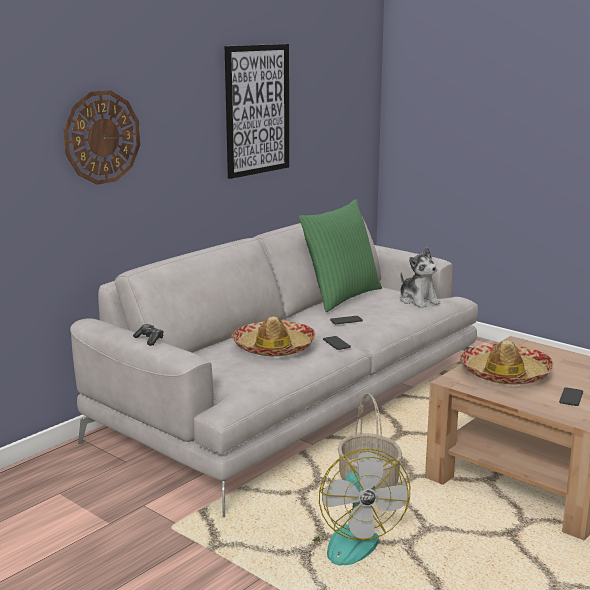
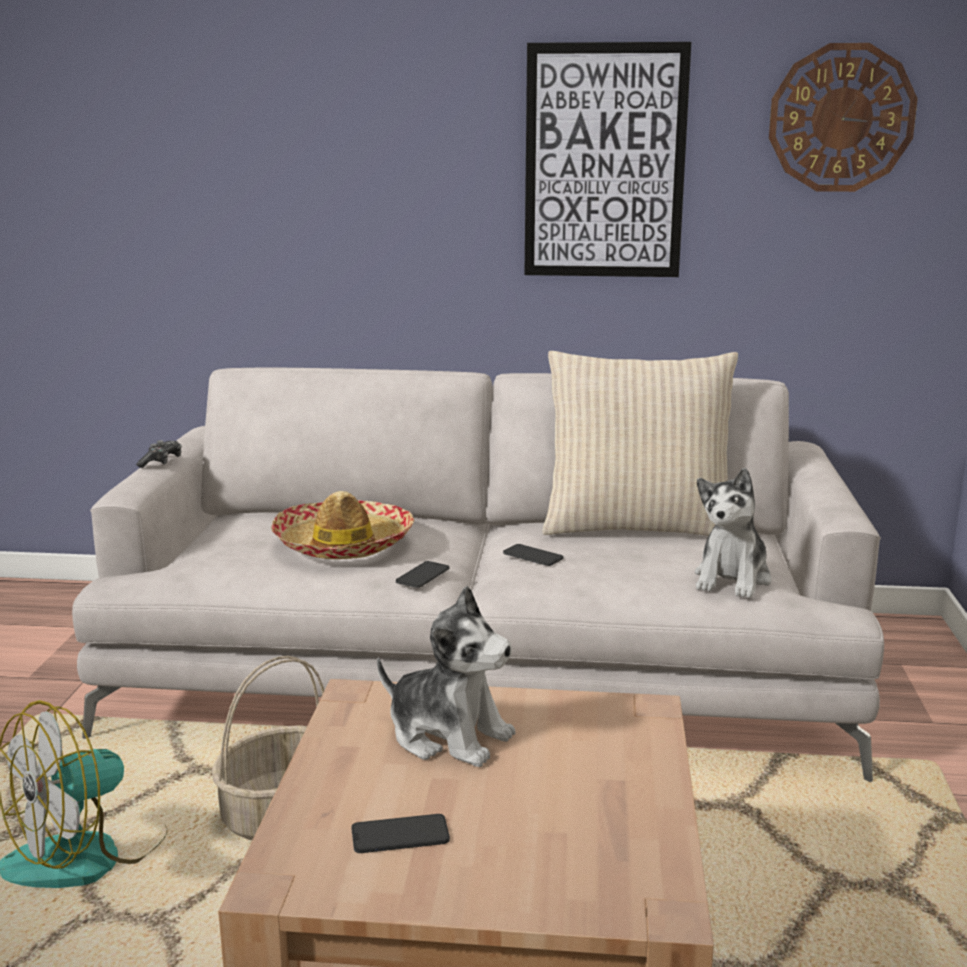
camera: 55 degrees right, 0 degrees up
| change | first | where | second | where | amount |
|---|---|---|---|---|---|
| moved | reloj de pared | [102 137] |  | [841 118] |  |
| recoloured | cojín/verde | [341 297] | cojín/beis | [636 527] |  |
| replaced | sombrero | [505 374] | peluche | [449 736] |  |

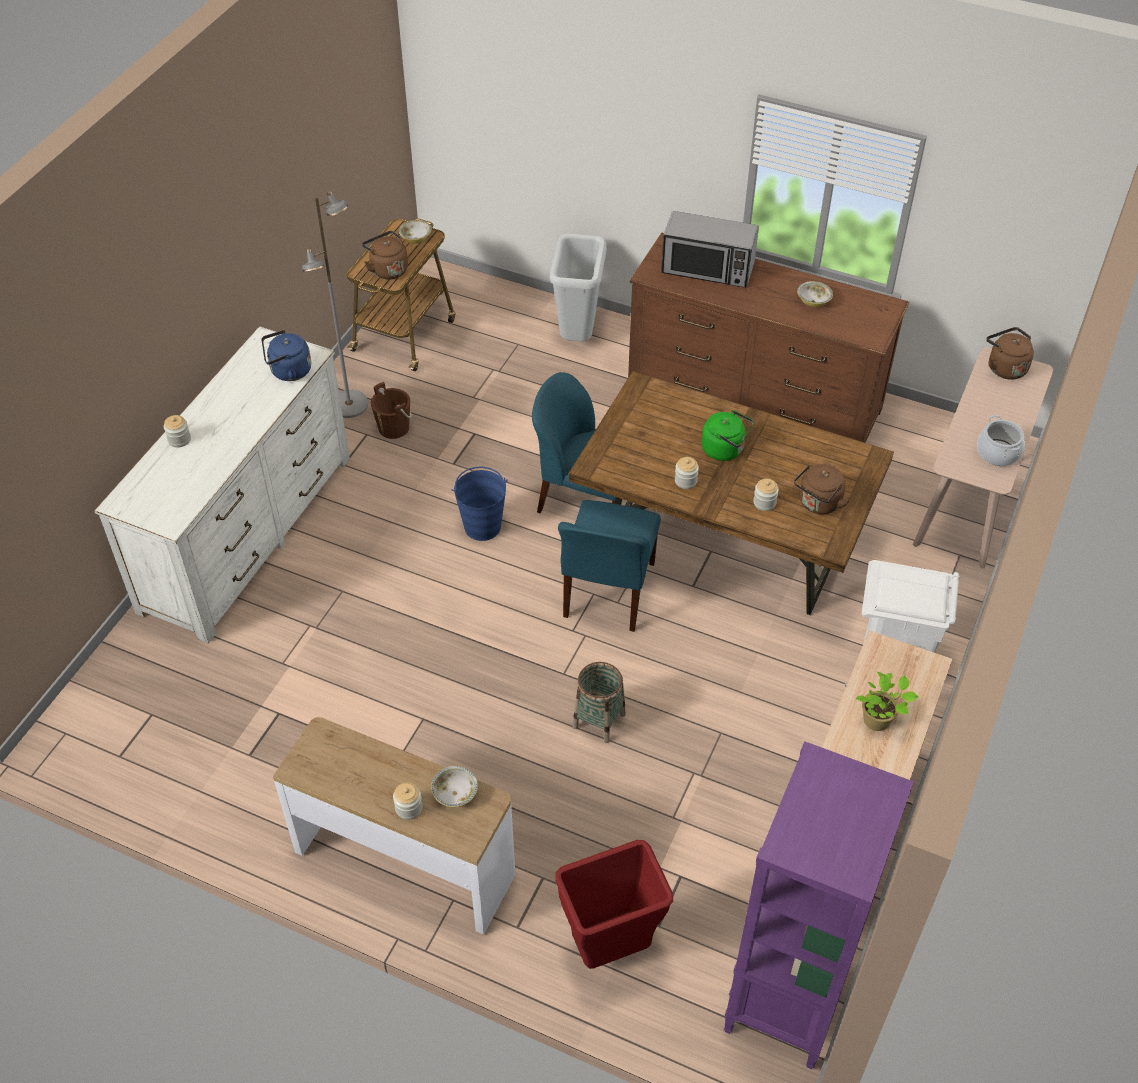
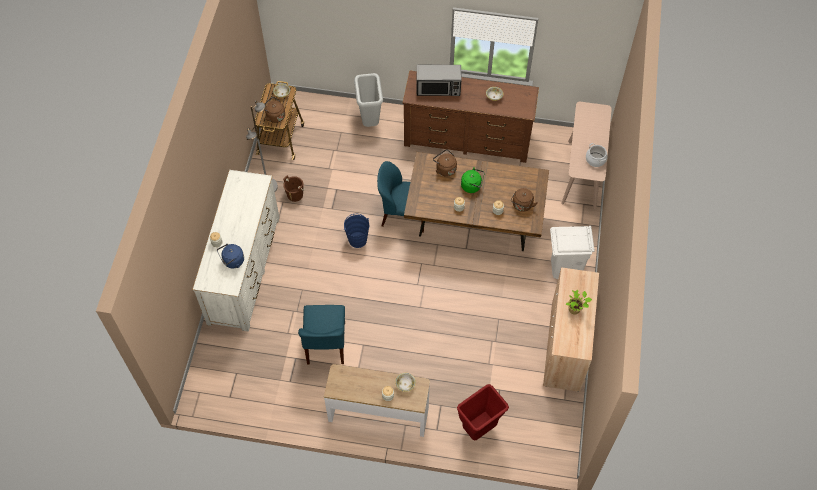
camera: 15 degrees left, 10 degrees up
| change | first | where | second | where | amount |
|---|---|---|---|---|---|
| moved | hervidor/azul | [288 371] |  | [232 261] |  |
| moved | silla/azul | [608 592] |  | [326 344] |  |
| removed | cesta | [598 720] |  |  |  |
| removed | estantería/morado | [786 999] |  |  |  |
| moved | hervidor/marrón | [1004 367] |  | [445 169] |  |

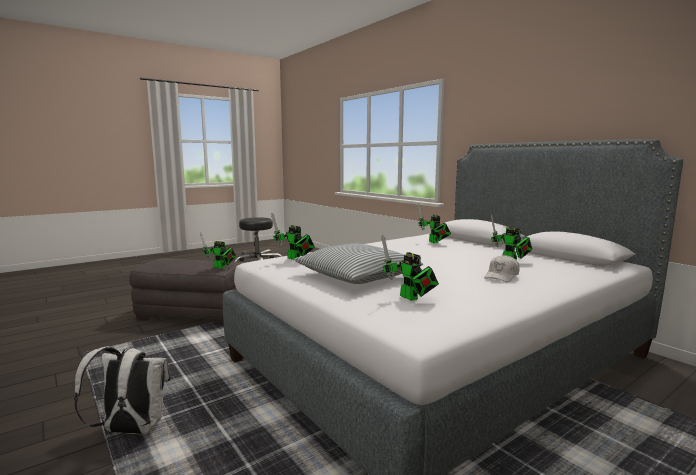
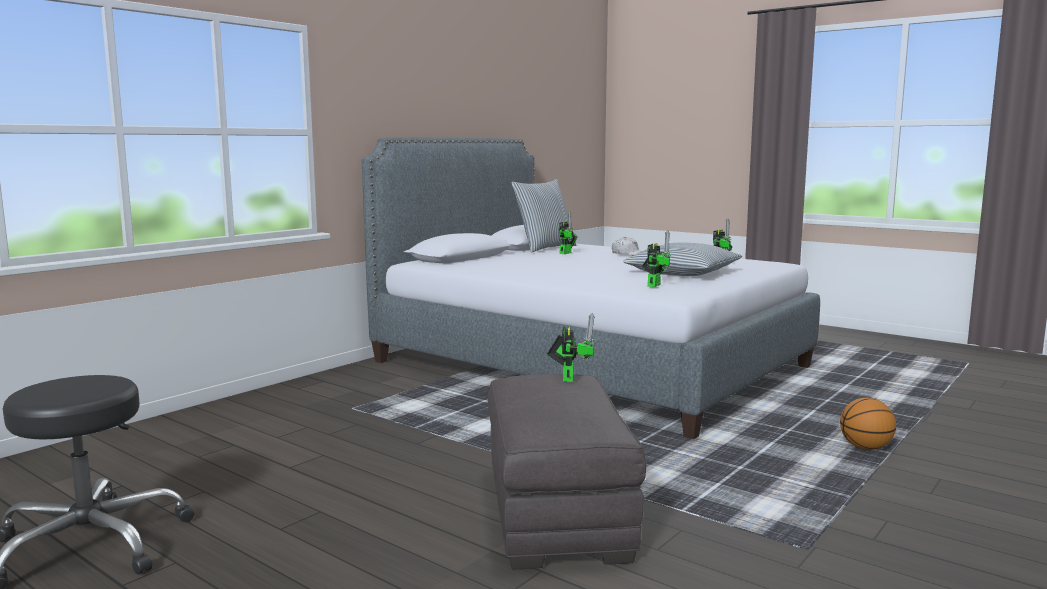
camera: 105 degrees left, 0 degrees up
| change | first | where | second | where | amount |
|---|---|---|---|---|---|
| replaced | mochila/blanco | [130 430] | balón de baloncesto | [866 448] |  |
| removed | robot de juguete | [434 242] |  |  |  |
| added |  |  | cojín | [544 248] |  |

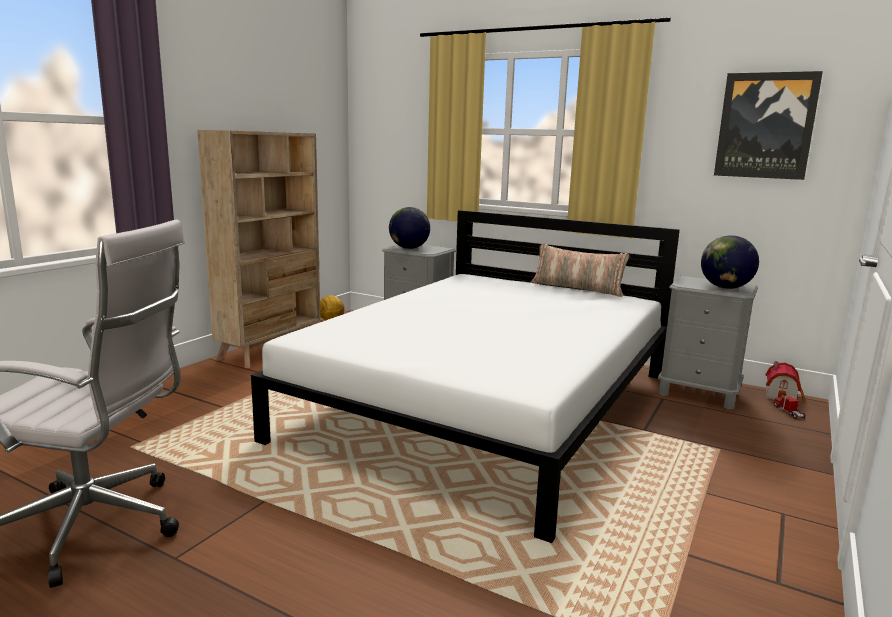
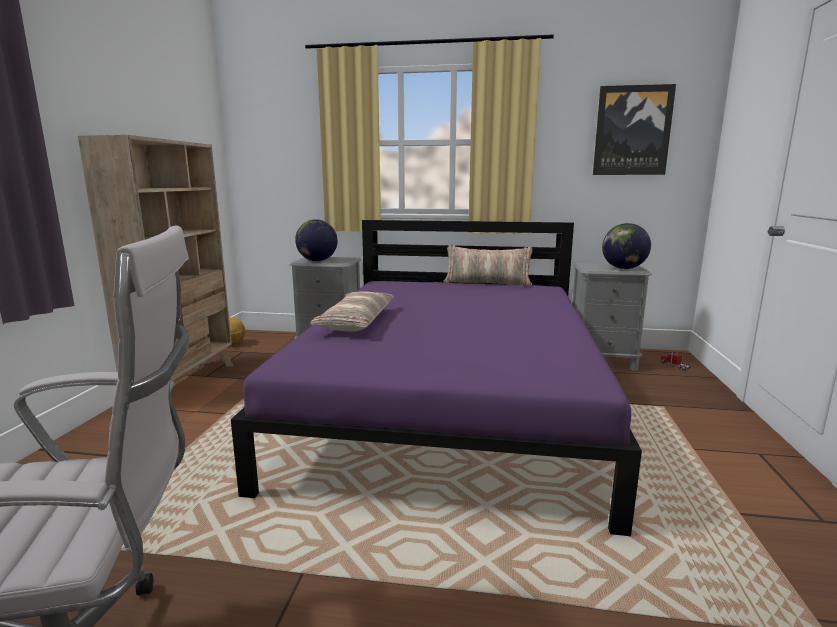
camera: 20 degrees left, 0 degrees up
| change | first | where | second | where | amount |
|---|---|---|---|---|---|
| recoloured | cama/blanco | [488 405] | cama/morado | [450 403] |  |
| removed | casita | [783 396] |  |  |  |
| added |  |  | cojín | [356 322] |  |

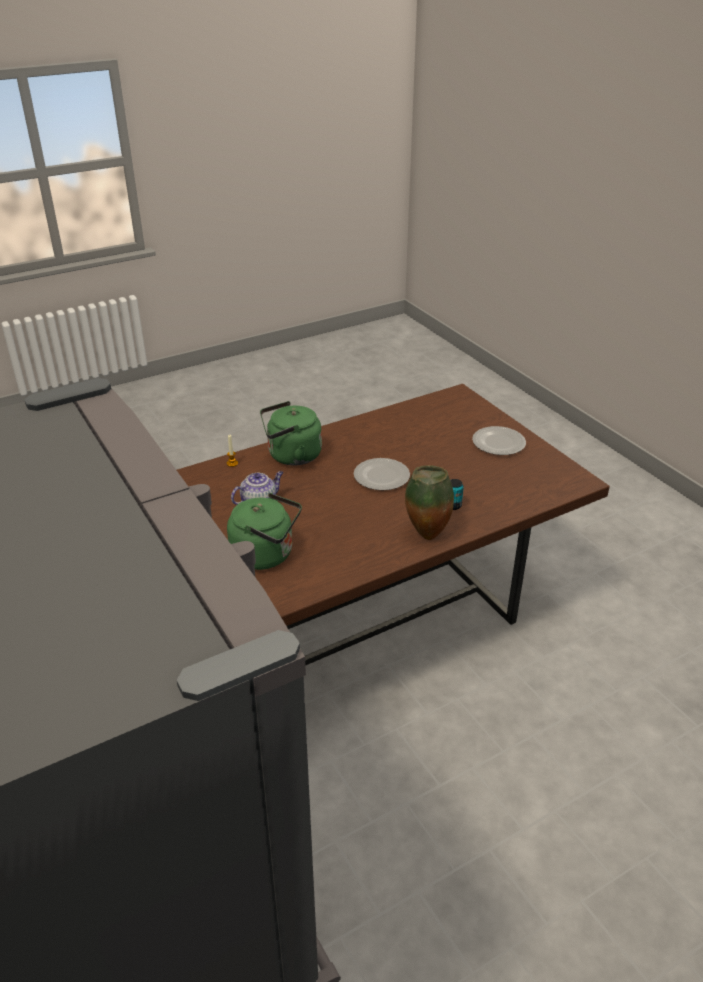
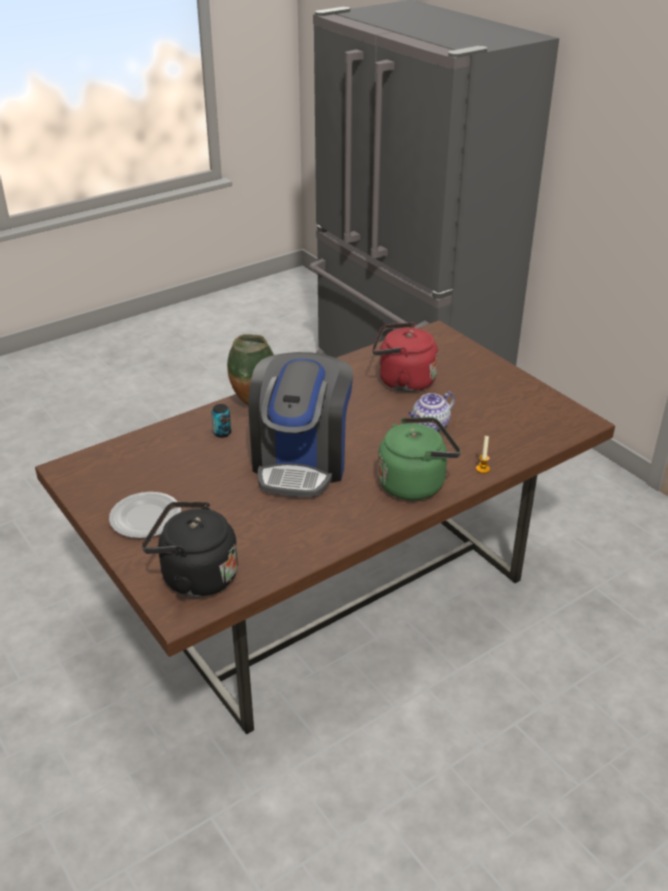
camera: 175 degrees right, 0 degrees up
| change | first | where | second | where | amount |
|---|---|---|---|---|---|
| recoloured | hervidor/verde | [266 555] | hervidor/rojo | [402 381] |  |
| replaced | plato | [381 476] | cafetera | [301 462] |  |
| added |  |  | hervidor/negro | [195 577] |  |

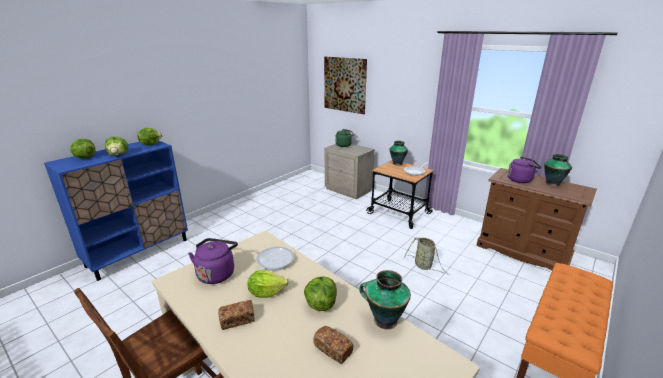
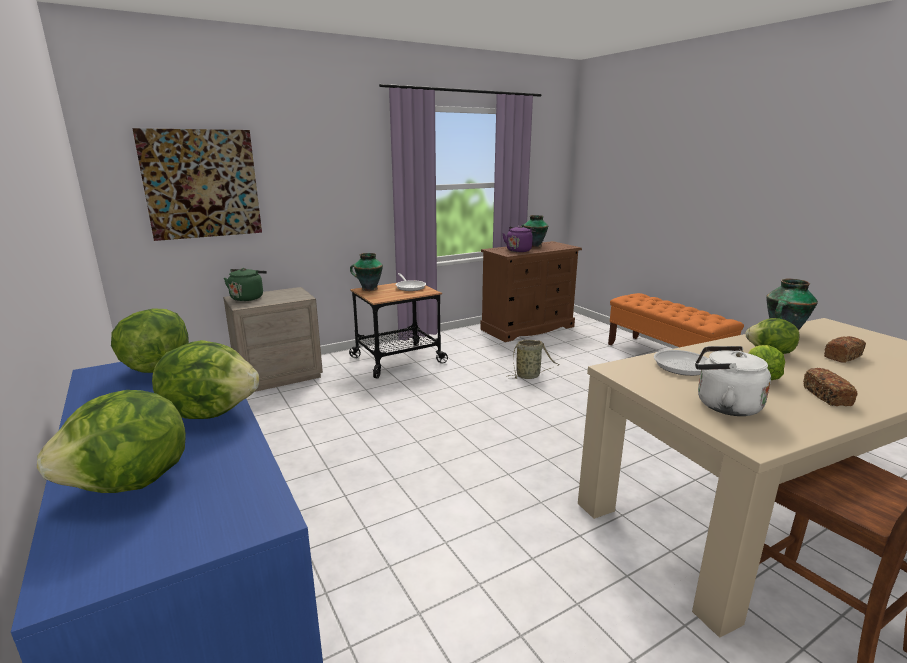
camera: 70 degrees left, 5 degrees down
| change | first | where | second | where | amount |
|---|---|---|---|---|---|
| recoloured | hervidor/morado | [217 273] | hervidor/blanco | [723 405] |  |

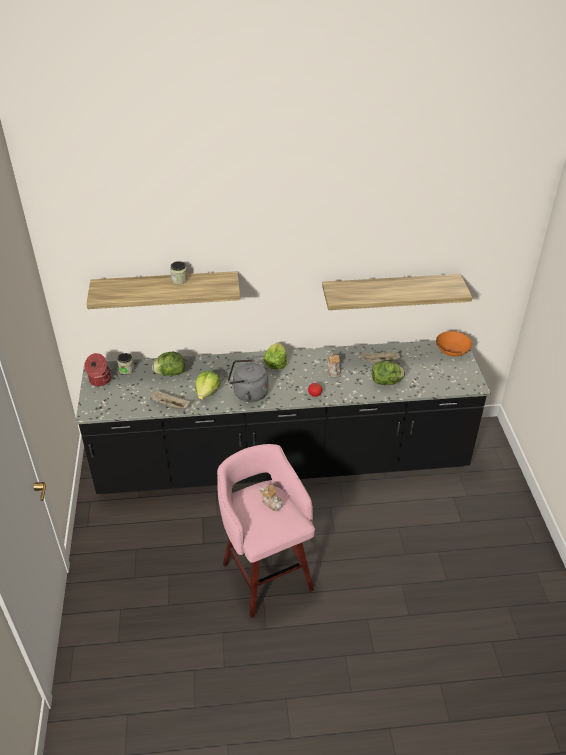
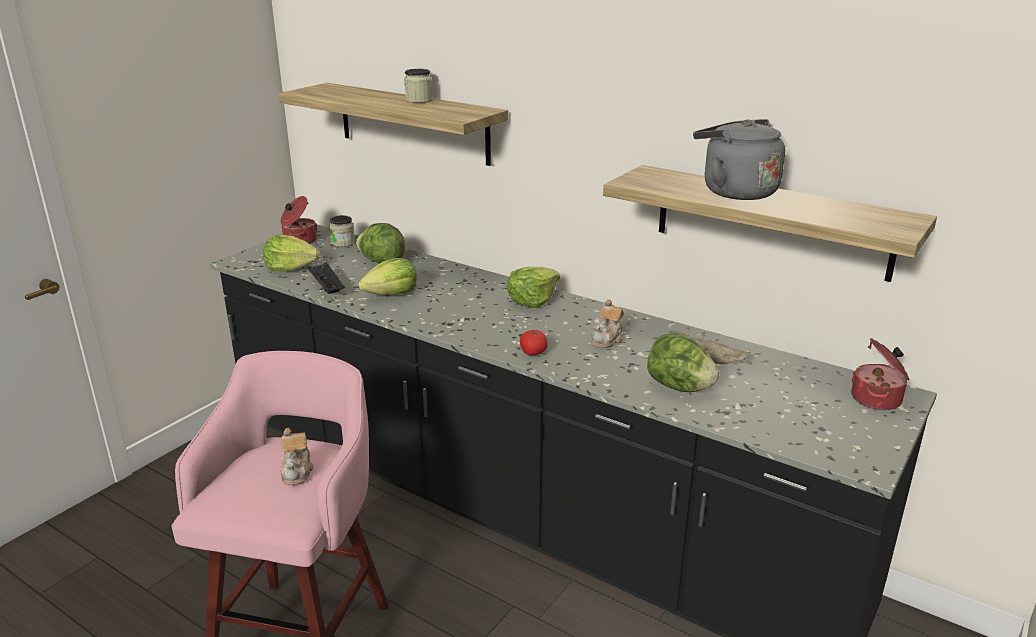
camera: 40 degrees right, 15 degrees down
| change | first | where | second | where | amount |
|---|---|---|---|---|---|
| recoloured | bandeja/beis | [169 405] | bandeja/negro | [326 288] |  |
| moved | hervidor/gris | [248 393] |  | [734 191] |  |
| replaced | cuenco/naranja | [452 352] | olla | [877 399] |  |
| added |  |  | lechuga | [291 267] |  |

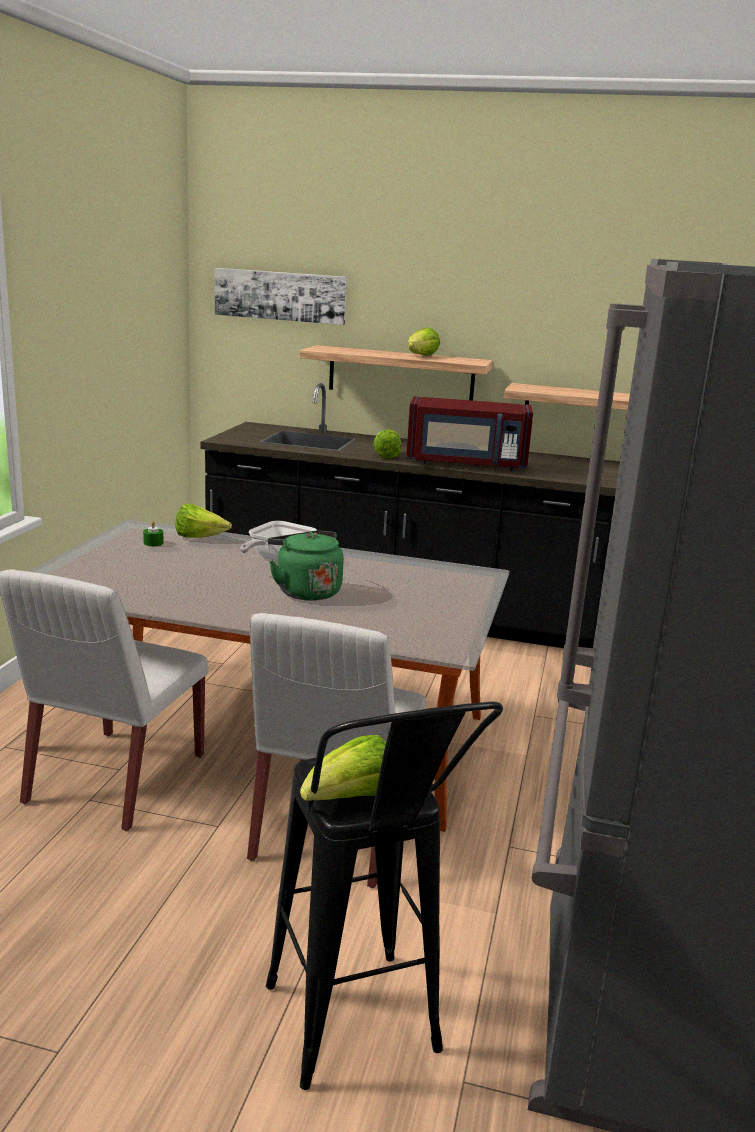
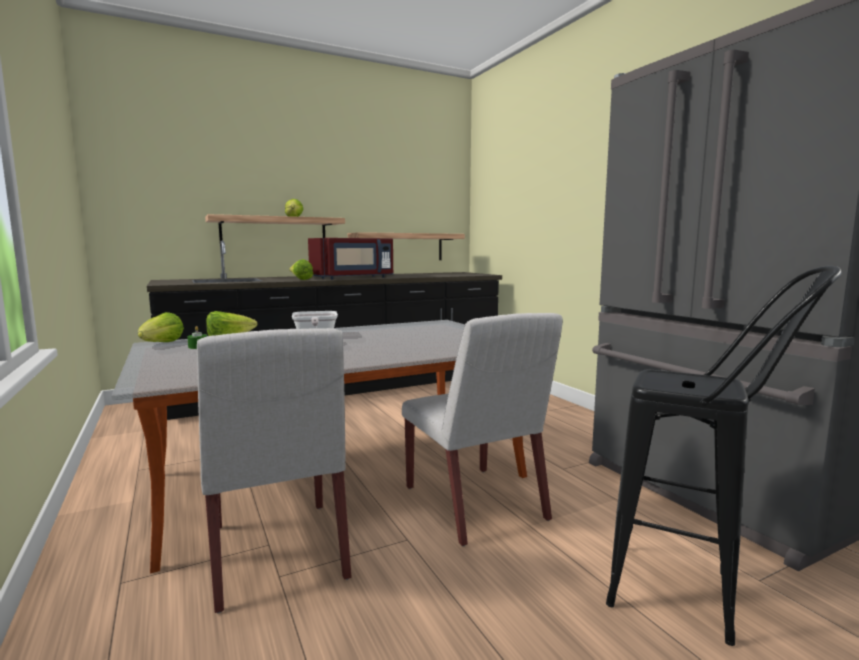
camera: 40 degrees left, 10 degrees down
| change | first | where | second | where | amount |
|---|---|---|---|---|---|
| removed | cuadro | [280 295] |  |  |  |
| removed | hervidor/verde | [305 591] |  |  |  |
| moved | lechuga | [350 800] |  | [161 344] |  |

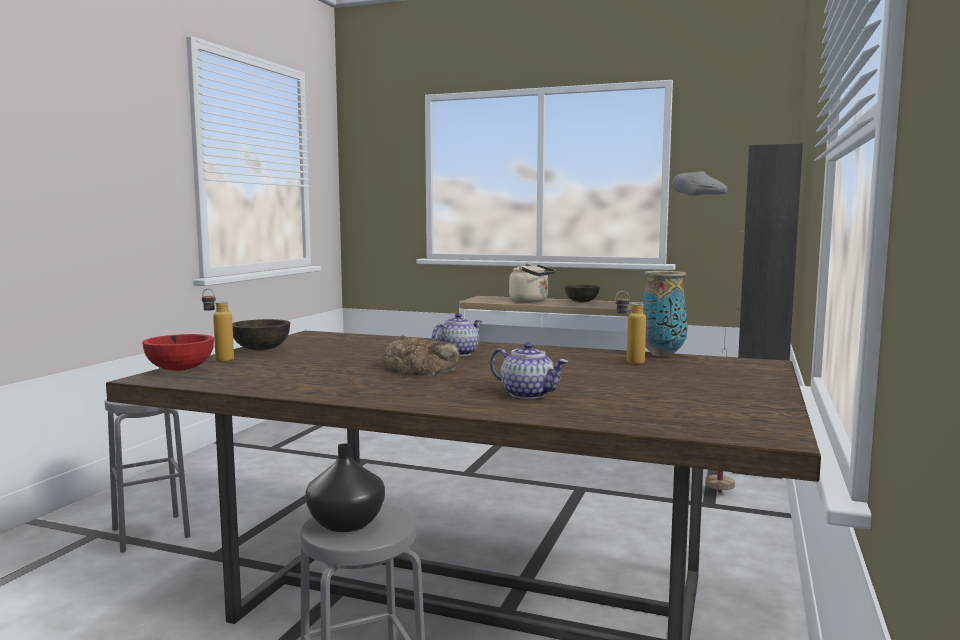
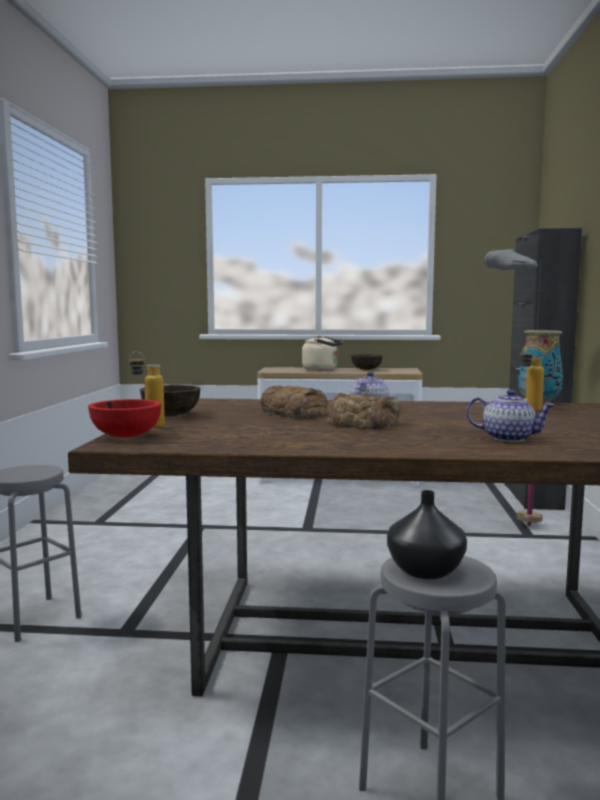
camera: 15 degrees left, 0 degrees up
| change | first | where | second | where | amount |
|---|---|---|---|---|---|
| added |  |  | pan | [294 412] |  |

